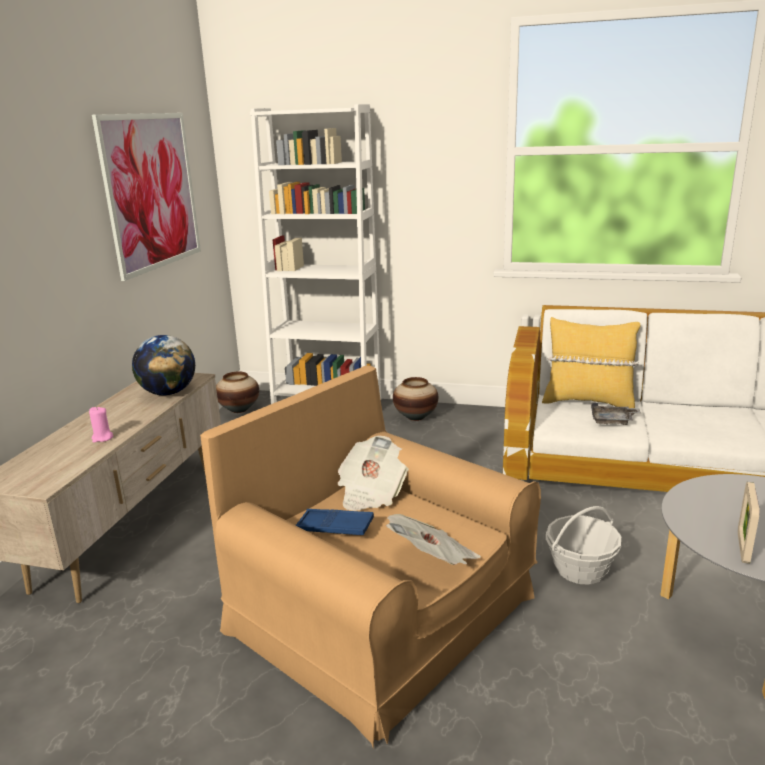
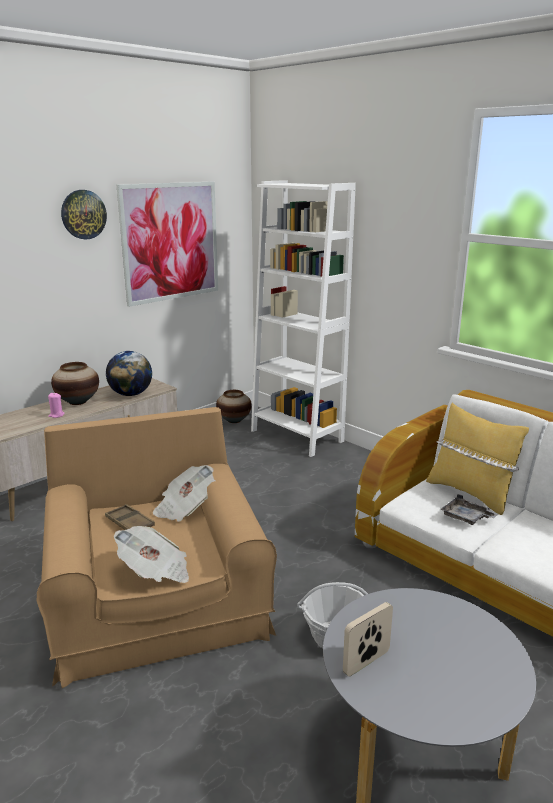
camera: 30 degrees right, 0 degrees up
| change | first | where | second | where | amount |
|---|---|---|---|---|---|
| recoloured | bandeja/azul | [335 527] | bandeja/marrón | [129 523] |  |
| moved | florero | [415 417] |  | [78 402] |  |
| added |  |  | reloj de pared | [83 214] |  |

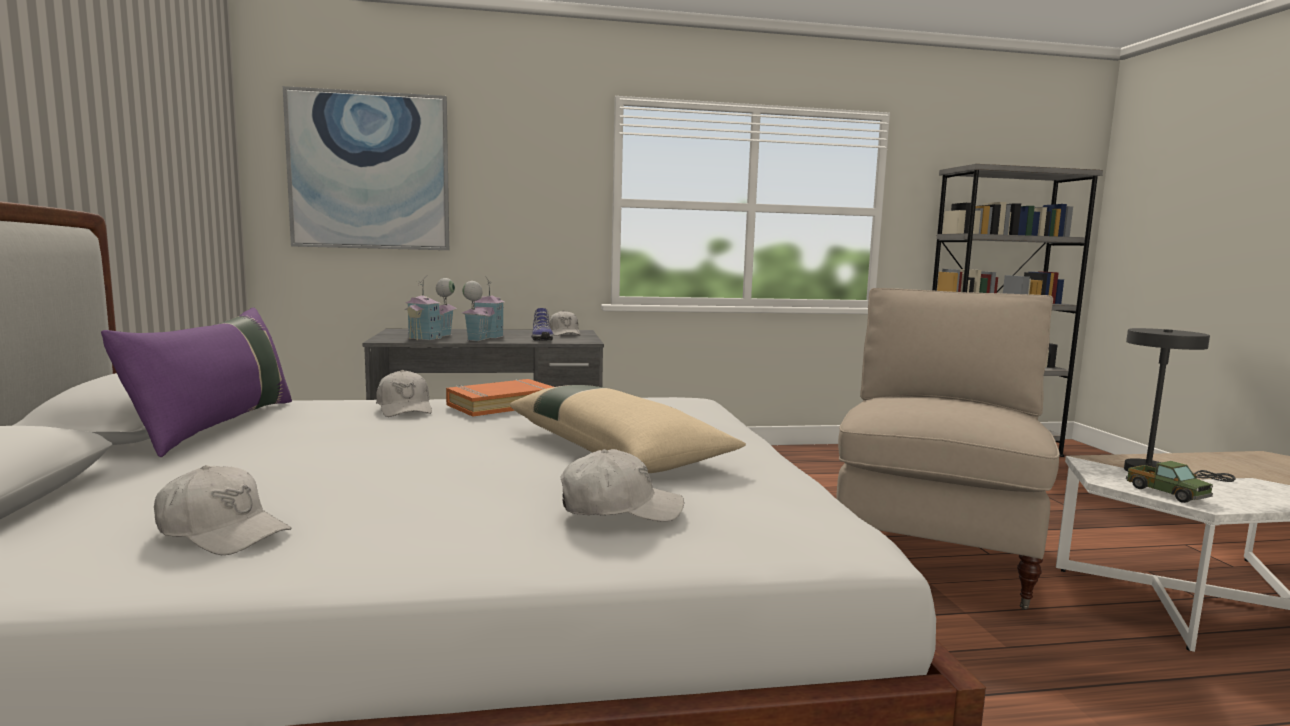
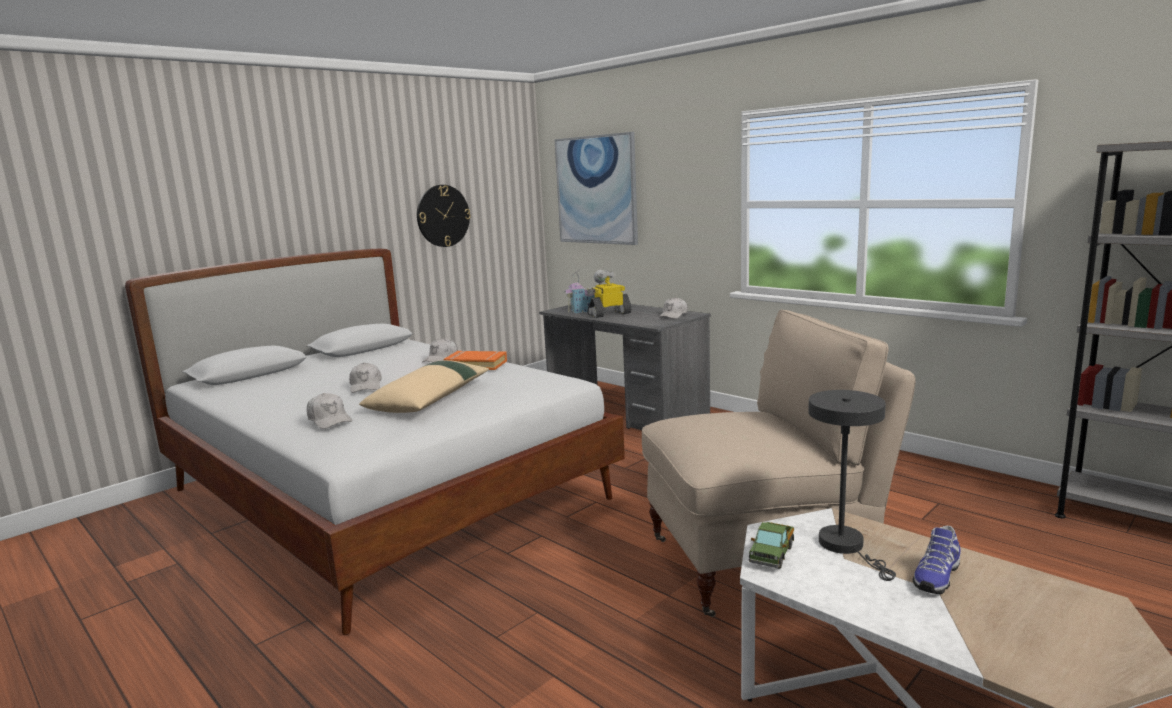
camera: 55 degrees right, 5 degrees up
| change | first | where | second | where | amount |
|---|---|---|---|---|---|
| removed | cojín/morado | [217 425] |  |  |  |
| moved | gorra/blanco | [222 532] |  | [366 386] |  |
| replaced | casita | [482 337] | robot de juguete | [609 314] |  |
| moved | zapato | [541 338] |  | [935 577] |  |
| added |  |  | reloj de pared | [443 216] |  |

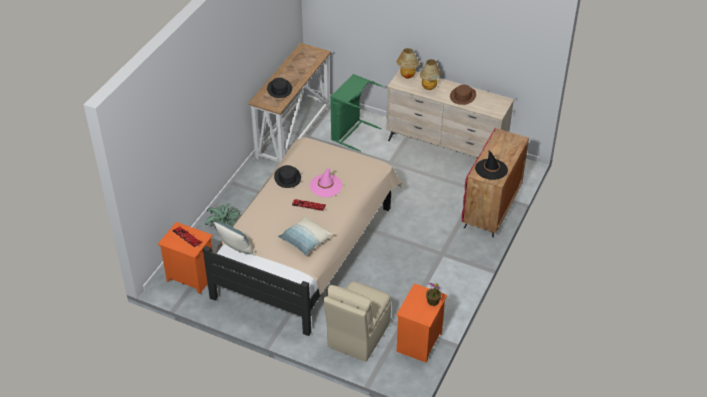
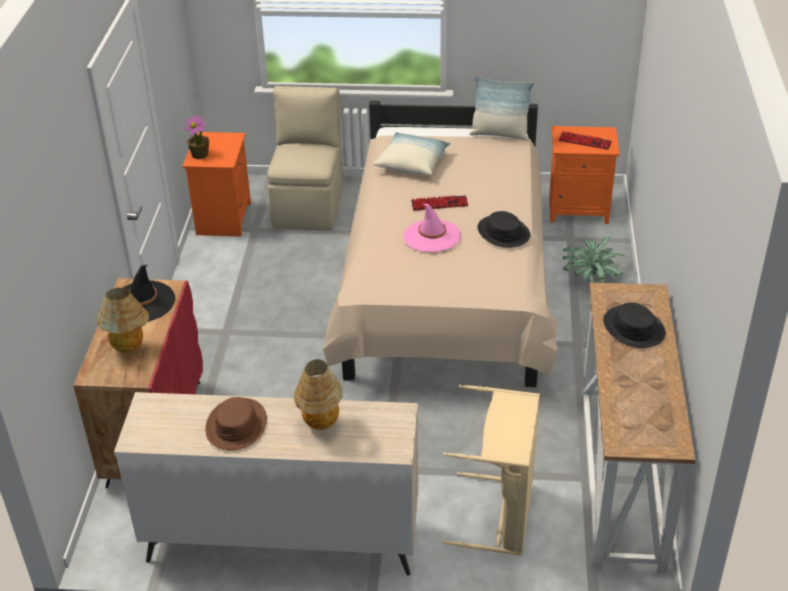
camera: 160 degrees right, 5 degrees down
| change | first | where | second | where | amount |
|---|---|---|---|---|---|
| recoloured | cesto de la ropa/verde | [352 133] | cesto de la ropa/beis | [501 515] |  |
| moved | lámpara de mesa | [407 76] |  | [129 348] |  |

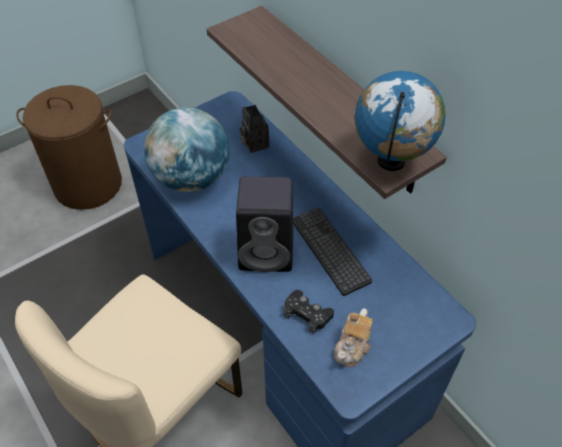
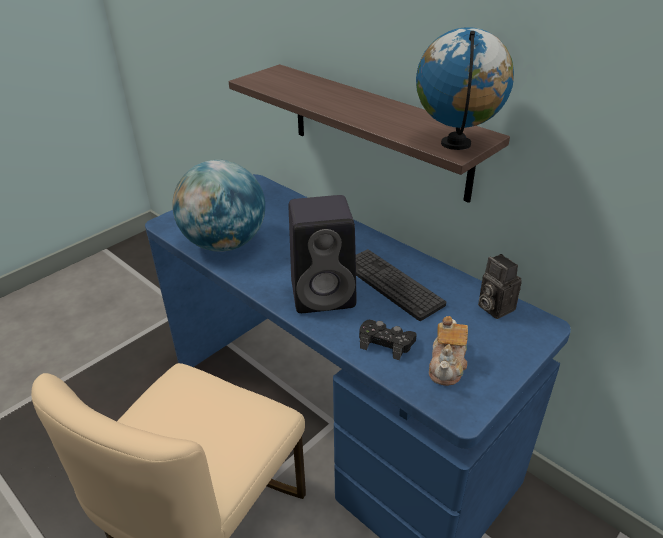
camera: 10 degrees left, 15 degrees down
| change | first | where | second | where | amount |
|---|---|---|---|---|---|
| removed | cesto de la ropa/marrón | [88 184] |  |  |  |
| moved | cámara | [254 143] |  | [493 307] |  |

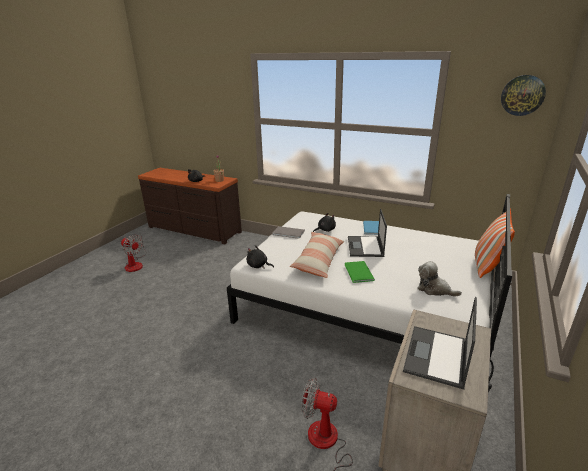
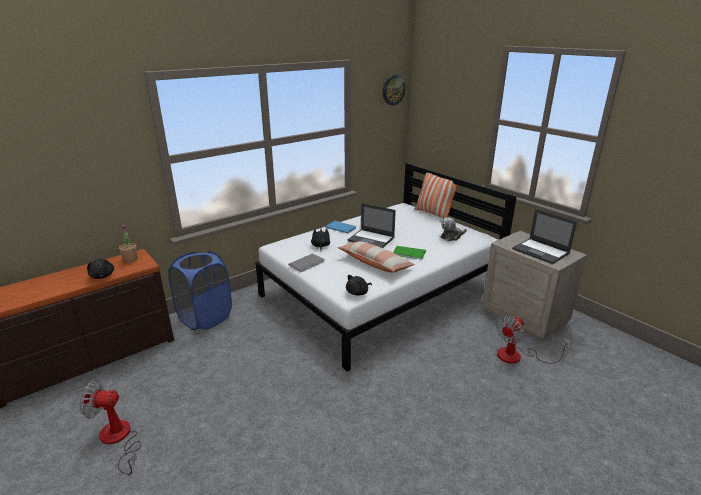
camera: 65 degrees left, 0 degrees up
| change | first | where | second | where | amount |
|---|---|---|---|---|---|
| turned | ventilador | [135 264] |  | [118 439] | 150 degrees counterclockwise |
| added |  |  | cesto de la ropa/azul | [205 317] |  |

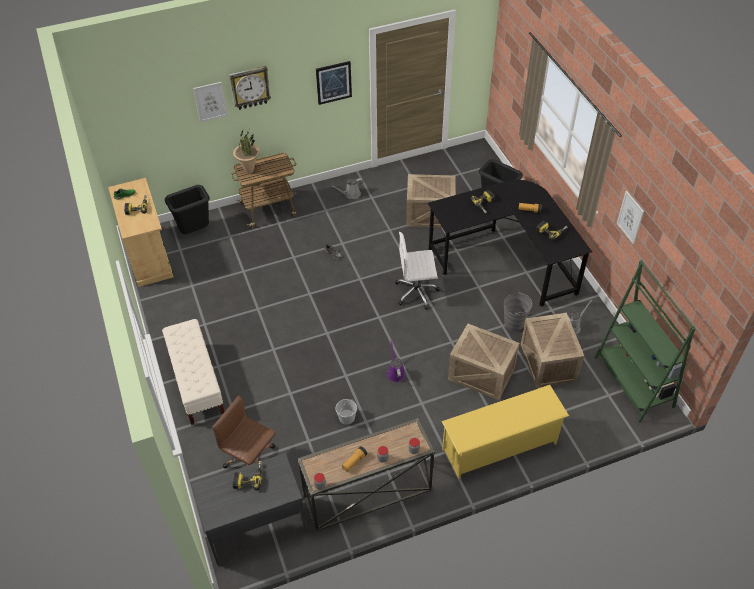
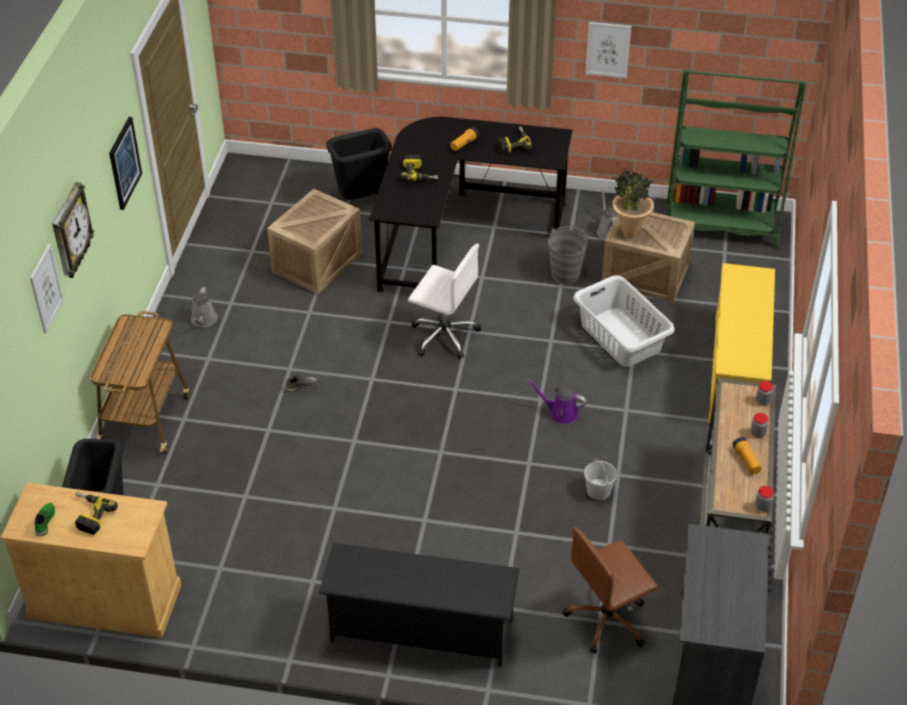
camera: 60 degrees left, 5 degrees down
| change | first | where | second | where | amount |
|---|---|---|---|---|---|
| replaced | banco/beis | [197 383] | zapatero/negro | [420 631] |  |
| removed | taladro | [248 477] |  |  |  |
| moved | planta en maceta | [249 170] |  | [629 234] |  |
| turned | silla de oficina/blanco | [417 292] |  | [443 335] | 90 degrees counterclockwise |
| replaced | caja de embalaje | [482 374] | cesto de la ropa/gris | [621 337] |  |

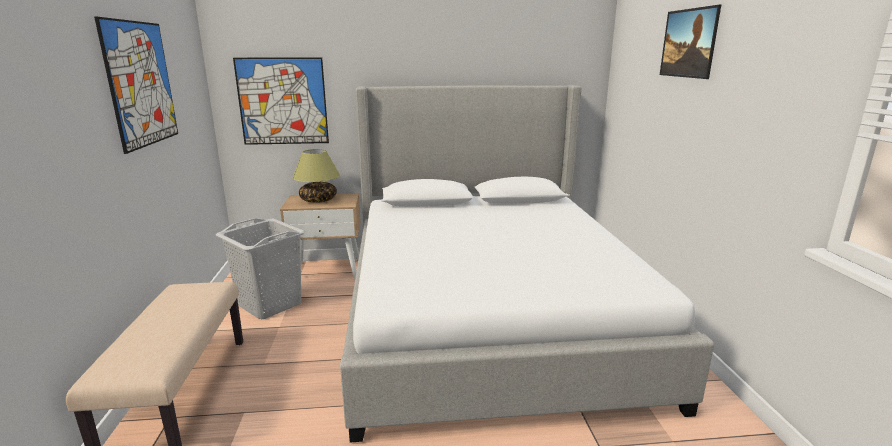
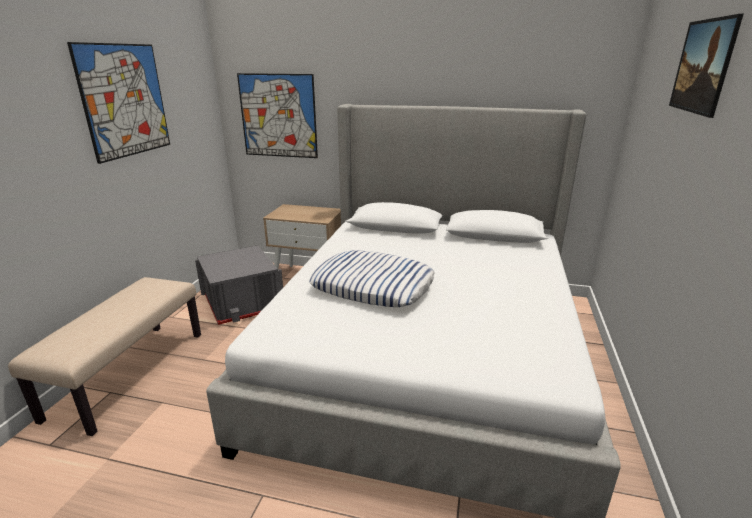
camera: 20 degrees right, 5 degrees up
| change | first | where | second | where | amount |
|---|---|---|---|---|---|
| replaced | cesto de la ropa/gris | [270 304] | caja de almacenaje/gris | [243 303] |  |
| removed | lámpara de mesa | [318 200] |  |  |  |
| added |  |  | cojín | [373 286] |  |

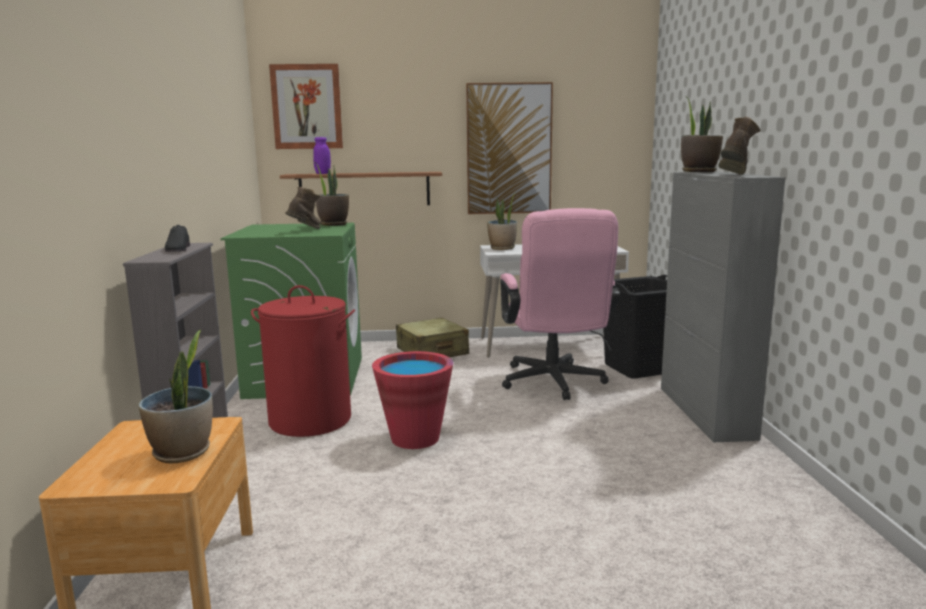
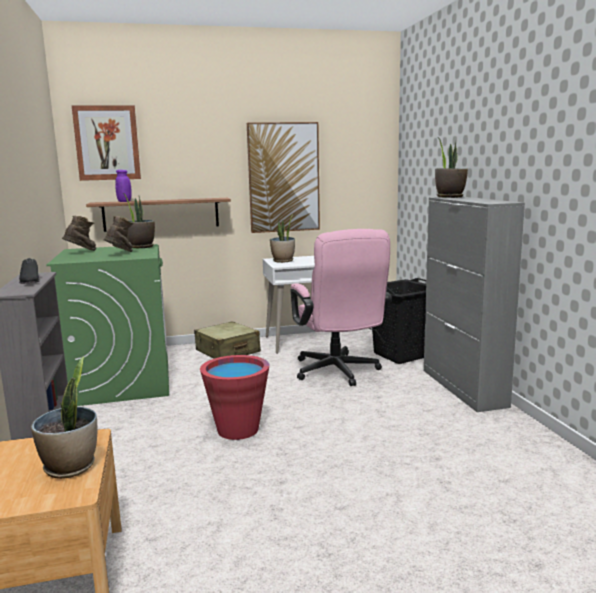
camera: 10 degrees left, 0 degrees up
| change | first | where | second | where | amount |
|---|---|---|---|---|---|
| removed | cesto de la ropa/rojo | [310 420] |  |  |  |
| moved | bota/marrón | [733 175] |  | [82 252] |  |

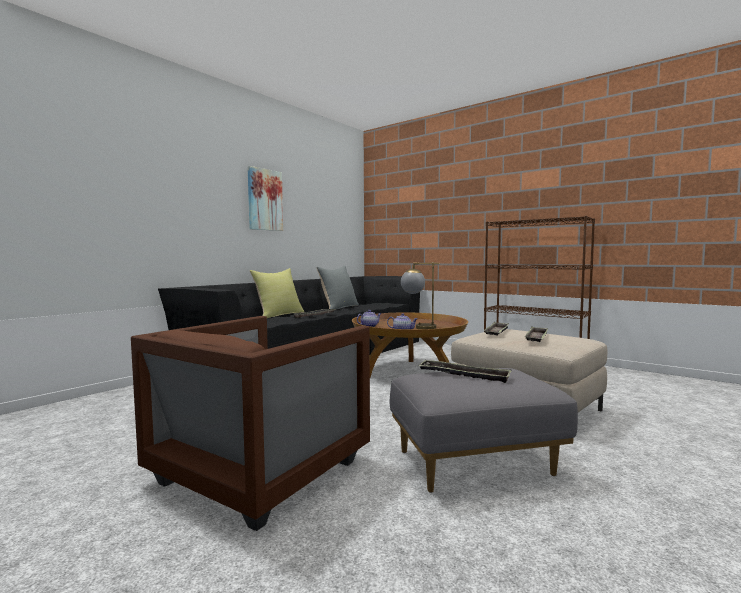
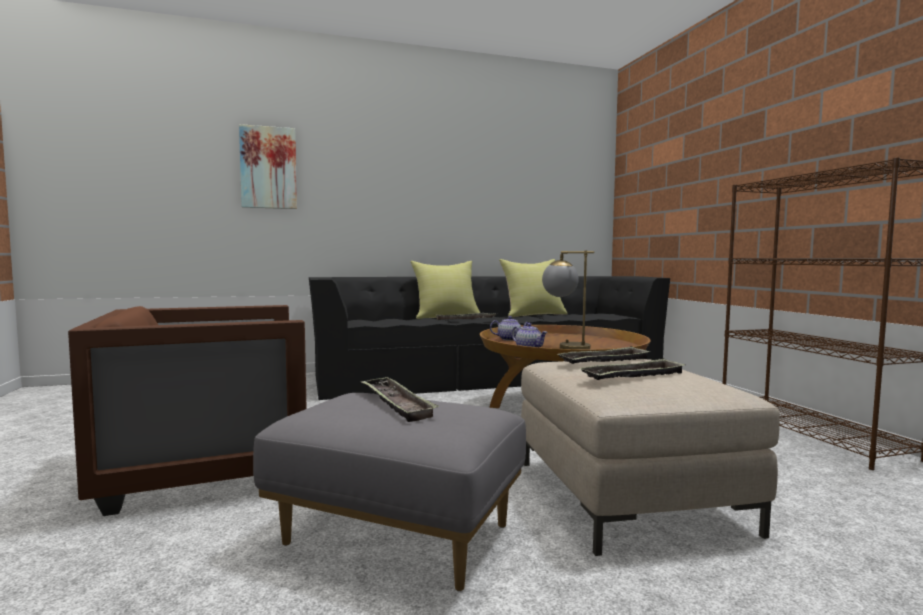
camera: 35 degrees right, 0 degrees up
| change | first | where | second | where | amount |
|---|---|---|---|---|---|
| moved | cuadro | [264 200] |  | [268 168] |  |
| recoloured | cojín/gris | [339 307] | cojín/amarillo | [533 315] |  |

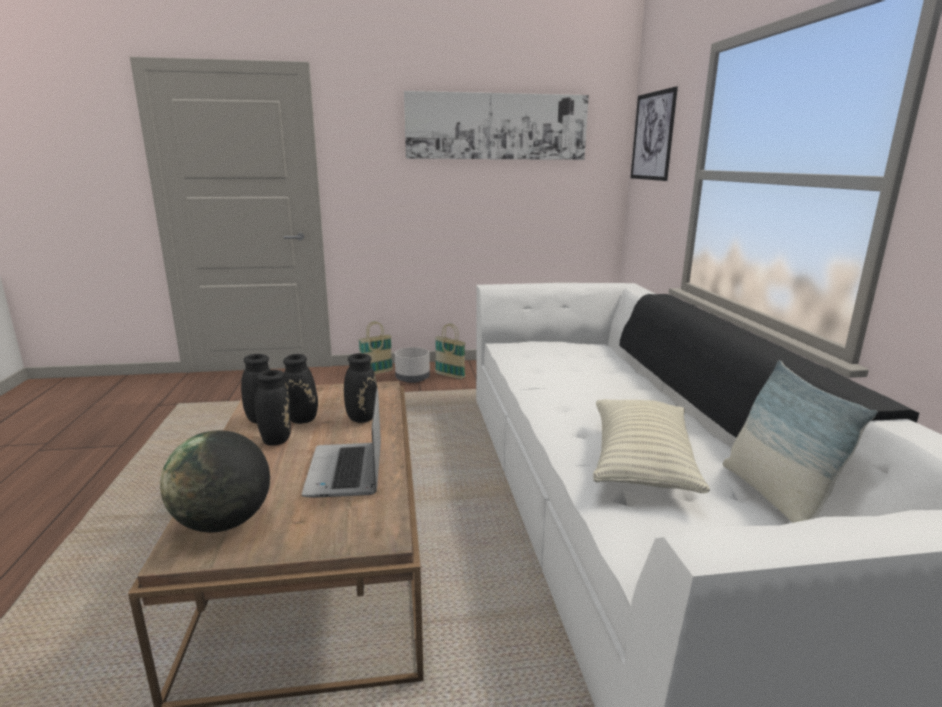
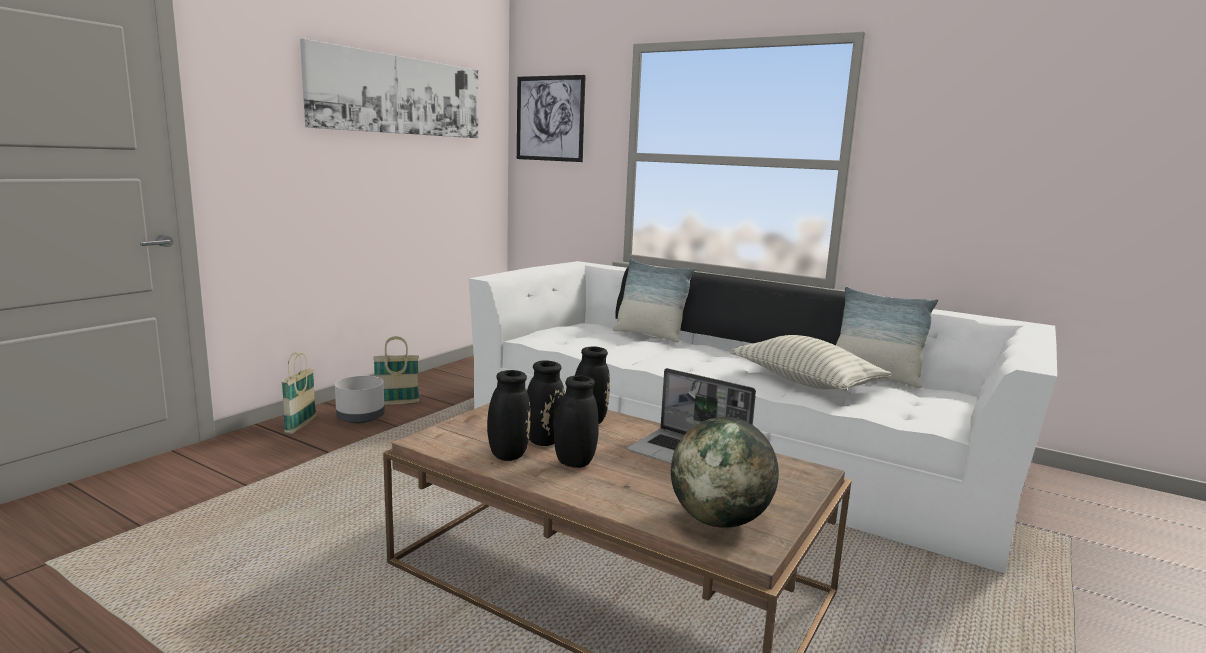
camera: 50 degrees left, 5 degrees down
| change | first | where | second | where | amount |
|---|---|---|---|---|---|
| added |  |  | cojín | [649 335] |  |

